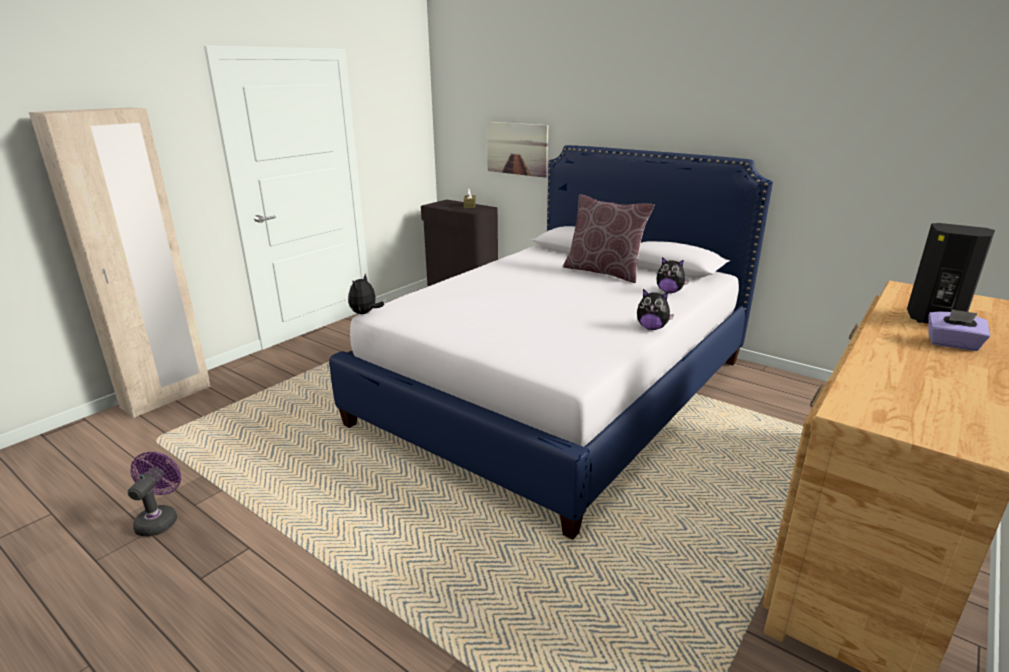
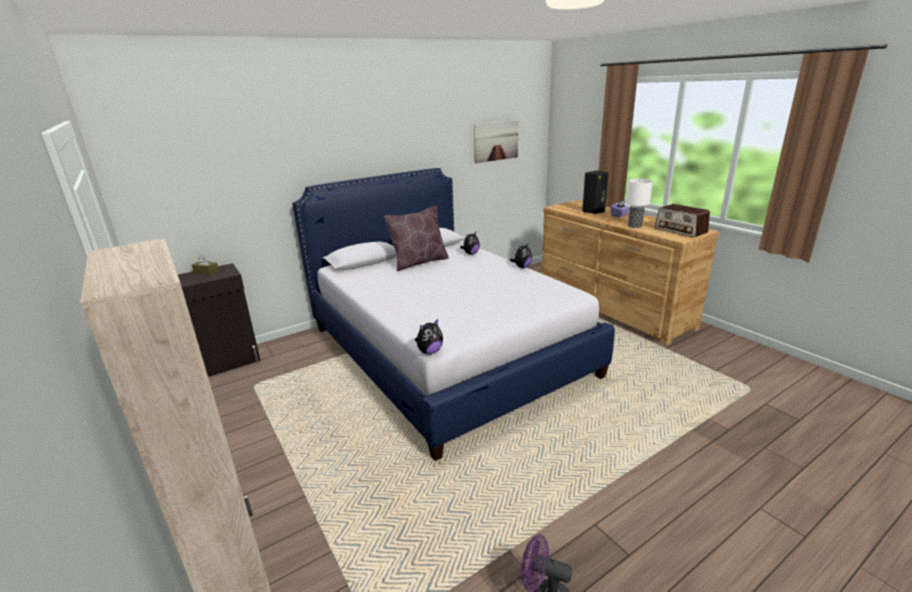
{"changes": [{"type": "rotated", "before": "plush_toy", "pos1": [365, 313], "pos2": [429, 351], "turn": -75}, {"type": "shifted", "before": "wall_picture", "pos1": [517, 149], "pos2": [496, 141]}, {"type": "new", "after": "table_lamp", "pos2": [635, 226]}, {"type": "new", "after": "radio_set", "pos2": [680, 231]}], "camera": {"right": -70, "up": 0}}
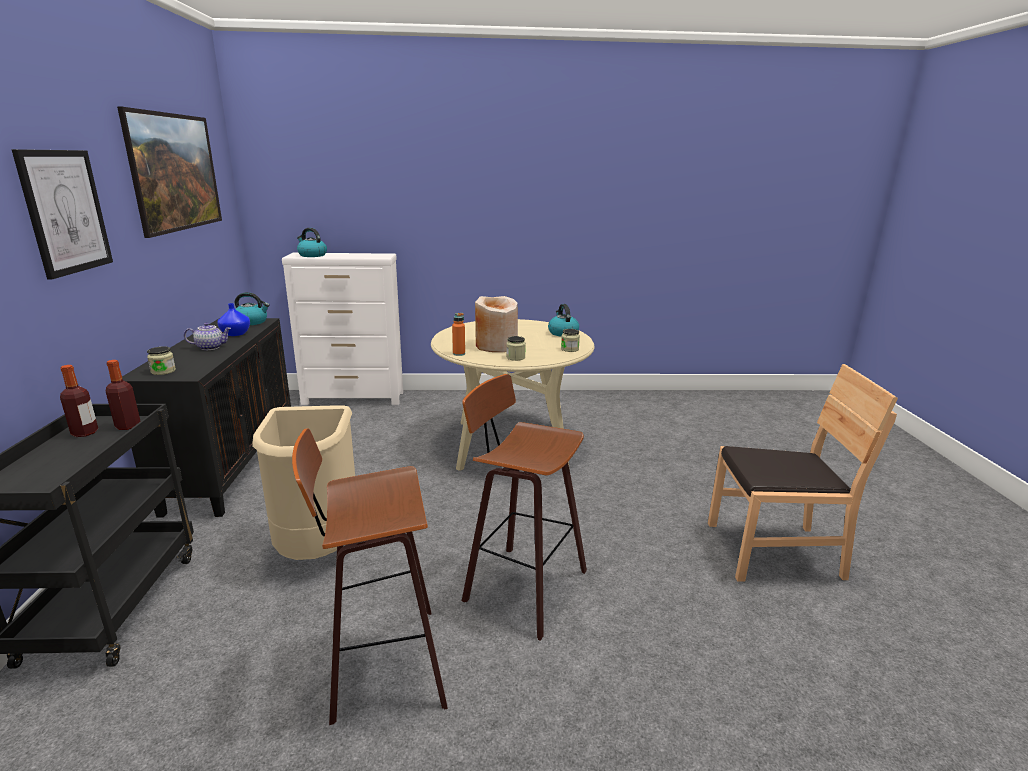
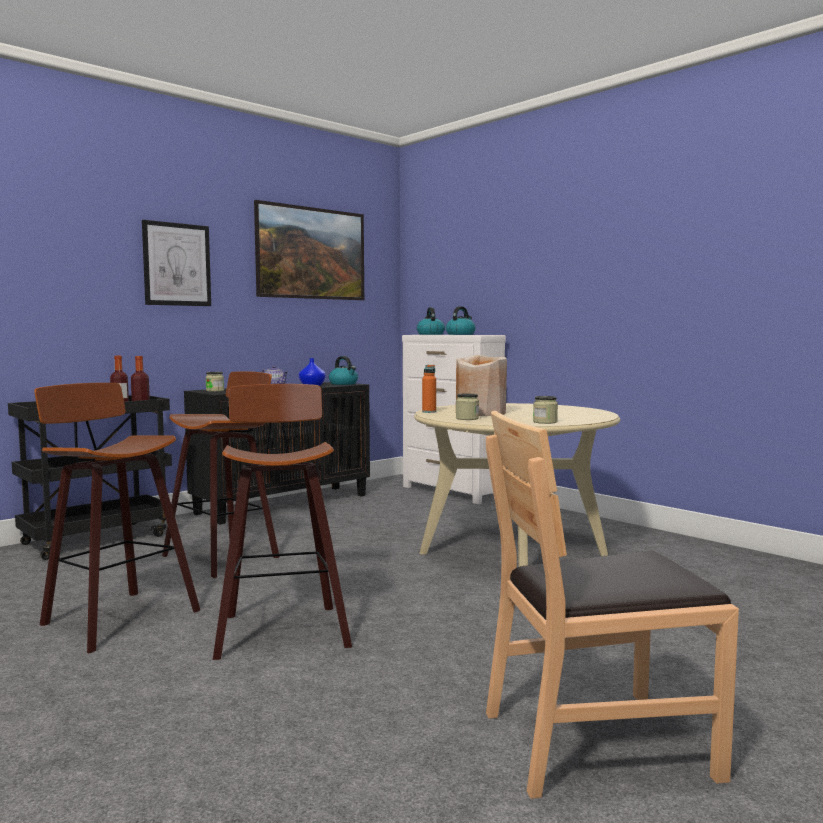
{"changes": [{"type": "swapped", "before": "beige_waste_bin", "after": "stool", "pos1": [318, 548], "pos2": [225, 556]}, {"type": "shifted", "before": "kettle", "pos1": [562, 333], "pos2": [460, 334]}, {"type": "rotated", "before": "brown_upright_chair", "pos1": [773, 551], "pos2": [597, 742], "turn": 120}], "camera": {"right": 50, "up": -15}}
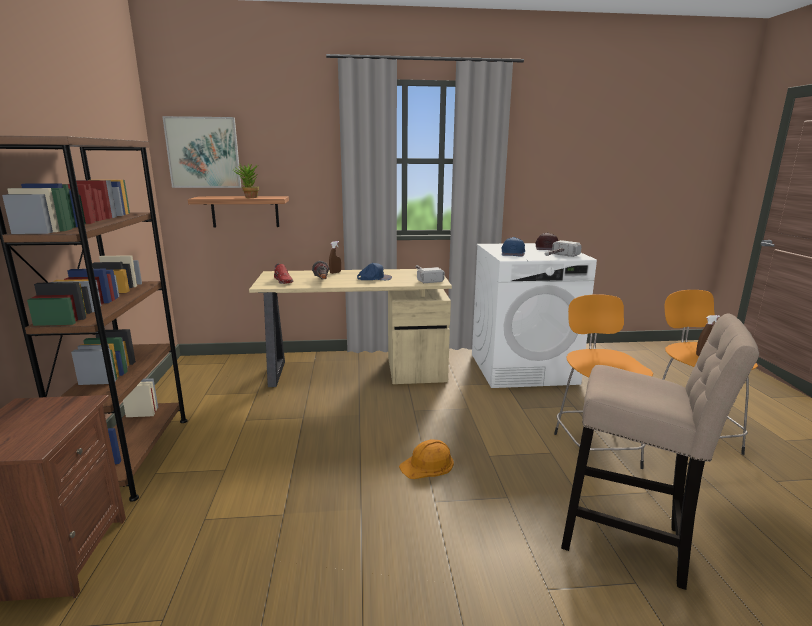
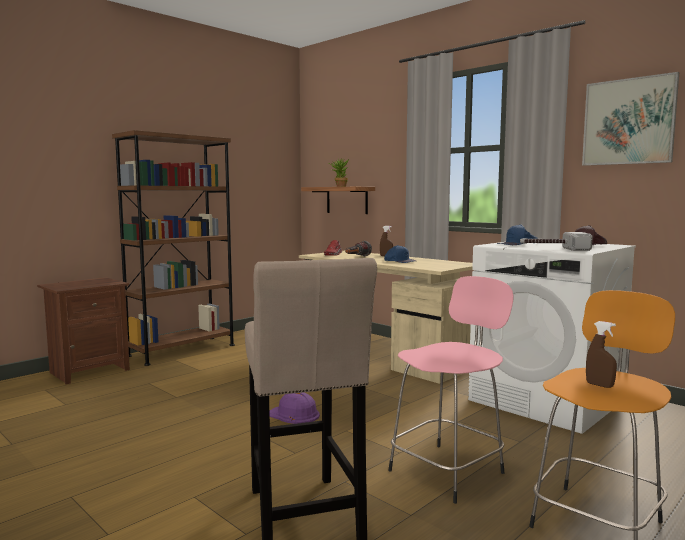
{"changes": [{"type": "repainted", "before": "orange-coloured_safety_helmet", "after": "purplish_safety_helmet", "pos1": [427, 465], "pos2": [294, 414]}, {"type": "repainted", "before": "orange-coloured_stool", "after": "pinkish_stool", "pos1": [594, 448], "pos2": [449, 470]}, {"type": "shifted", "before": "wall_picture", "pos1": [203, 152], "pos2": [628, 121]}, {"type": "gone", "before": "hammer", "pos1": [424, 277]}], "camera": {"right": 50, "up": -10}}
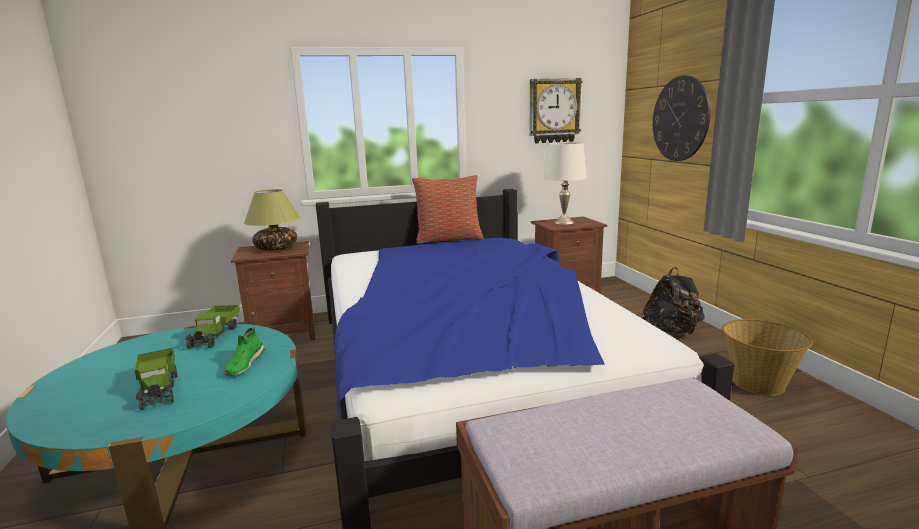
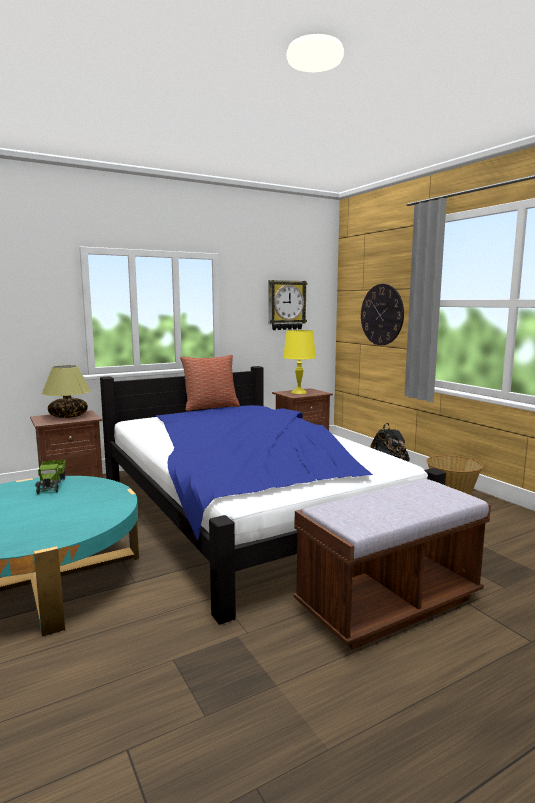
{"changes": [{"type": "repainted", "before": "white_table_lamp", "after": "yellowish_table_lamp", "pos1": [564, 222], "pos2": [299, 392]}, {"type": "gone", "before": "model_truck", "pos1": [159, 388]}, {"type": "gone", "before": "greenish_low_shoe", "pos1": [244, 364]}], "camera": {"right": -15, "up": -5}}
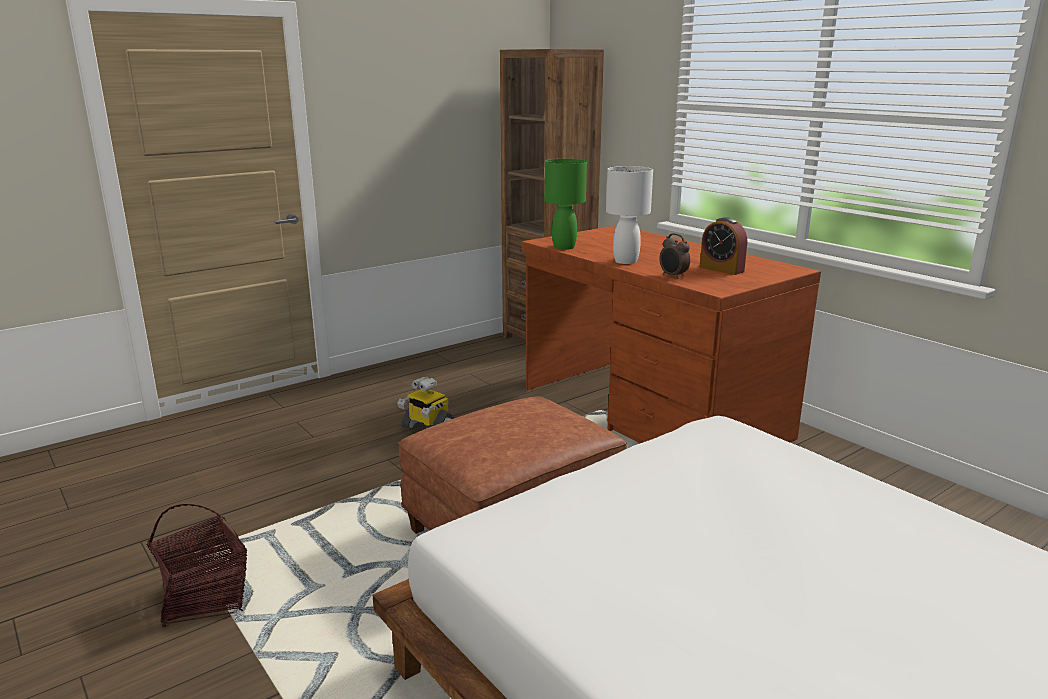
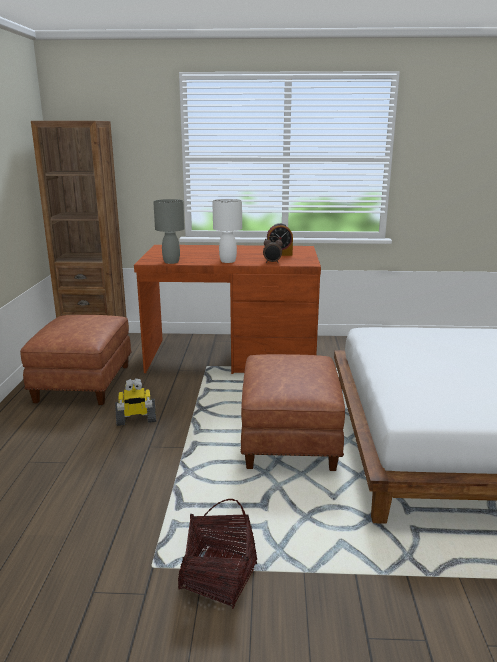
{"changes": [{"type": "new", "after": "brown_footrest", "pos2": [83, 383]}, {"type": "repainted", "before": "greenish_table_lamp", "after": "greyish_table_lamp", "pos1": [563, 247], "pos2": [171, 262]}], "camera": {"right": -50, "up": 0}}
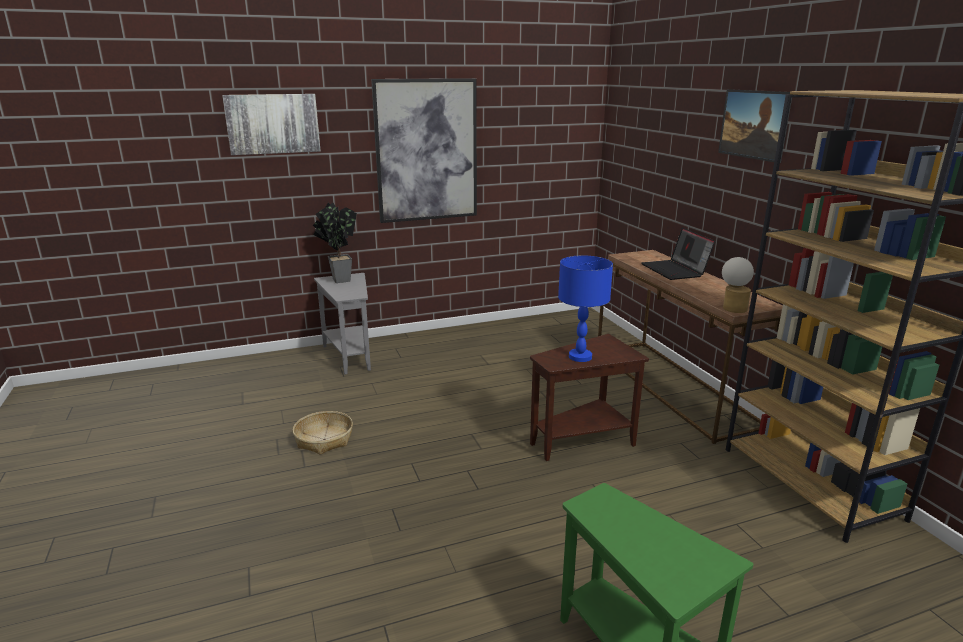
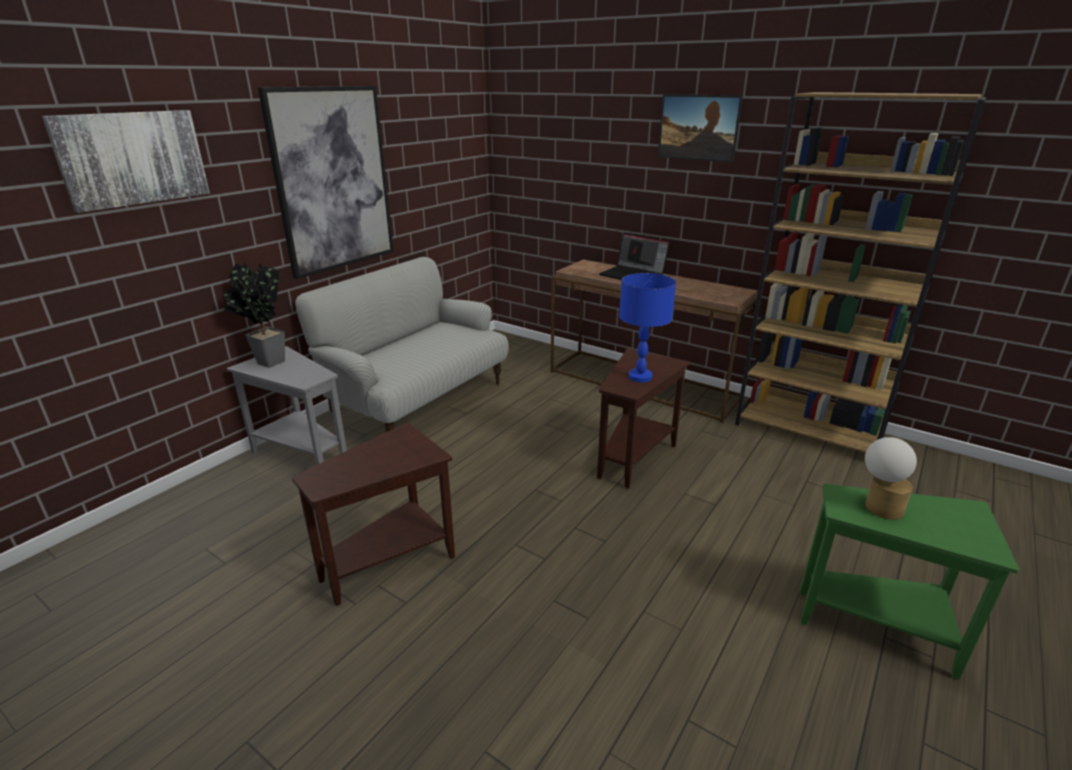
{"changes": [{"type": "swapped", "before": "storage_basket", "after": "brown_side_table", "pos1": [324, 439], "pos2": [390, 561]}, {"type": "new", "after": "settee", "pos2": [418, 401]}, {"type": "shifted", "before": "table_lamp", "pos1": [733, 307], "pos2": [878, 506]}], "camera": {"right": -35, "up": 5}}
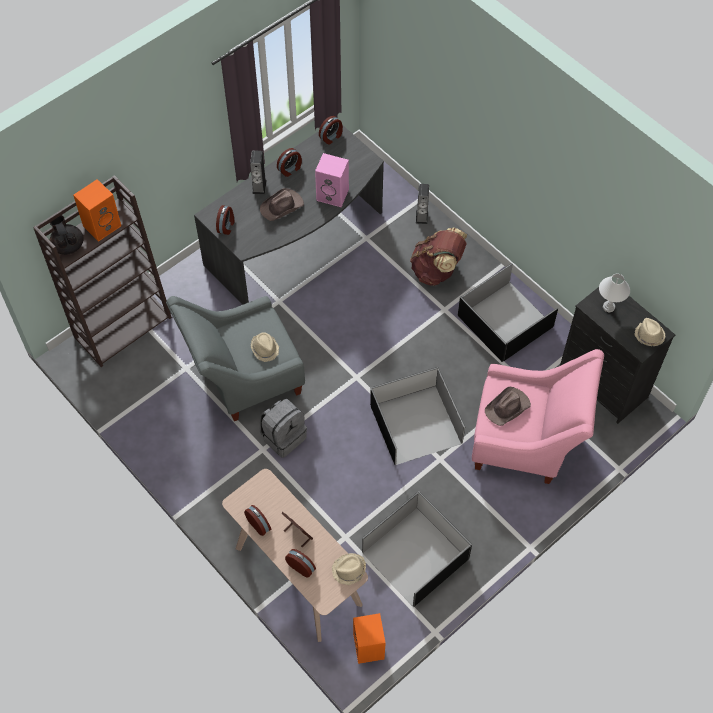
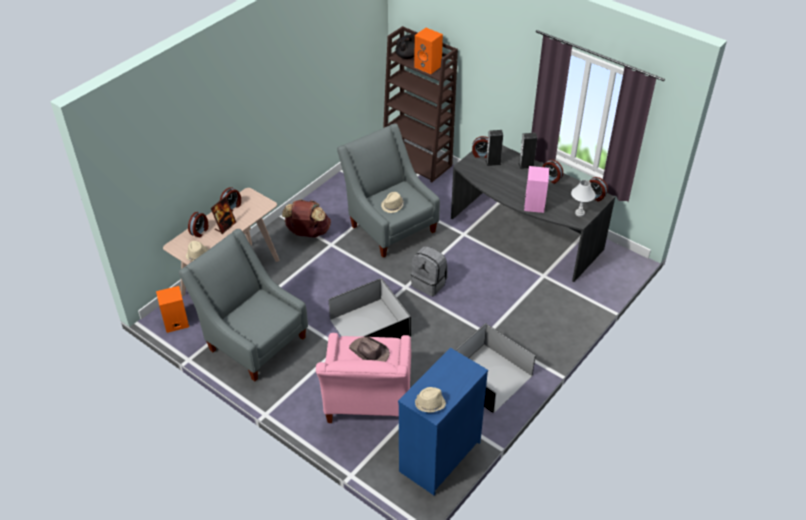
{"changes": [{"type": "swapped", "before": "blackish_storage_container", "after": "greyish_armchair", "pos1": [414, 554], "pos2": [252, 340]}, {"type": "shifted", "before": "brown_rucksack", "pos1": [437, 270], "pos2": [308, 233]}, {"type": "repainted", "before": "blackish_chest_of_drawers", "after": "bluish_chest_of_drawers", "pos1": [602, 384], "pos2": [439, 456]}, {"type": "shifted", "before": "greyish_rucksack", "pos1": [283, 436], "pos2": [429, 283]}, {"type": "shifted", "before": "speaker", "pos1": [421, 216], "pos2": [493, 162]}, {"type": "shifted", "before": "white_table_lamp", "pos1": [608, 307], "pos2": [580, 213]}, {"type": "gone", "before": "brown_clothing_hat", "pos1": [282, 206]}], "camera": {"right": 80, "up": -15}}
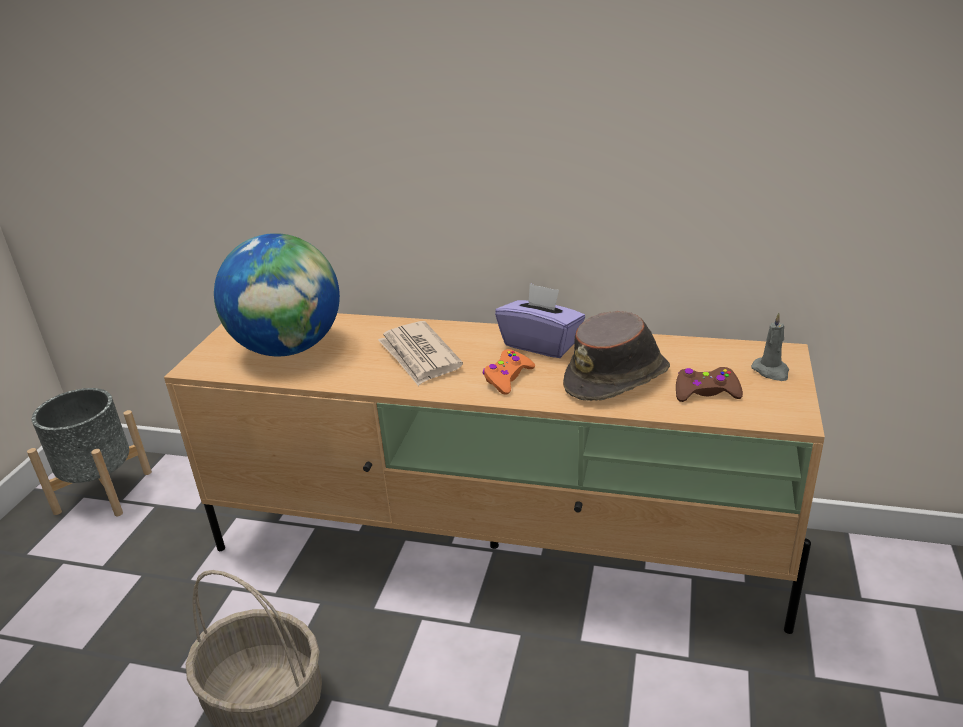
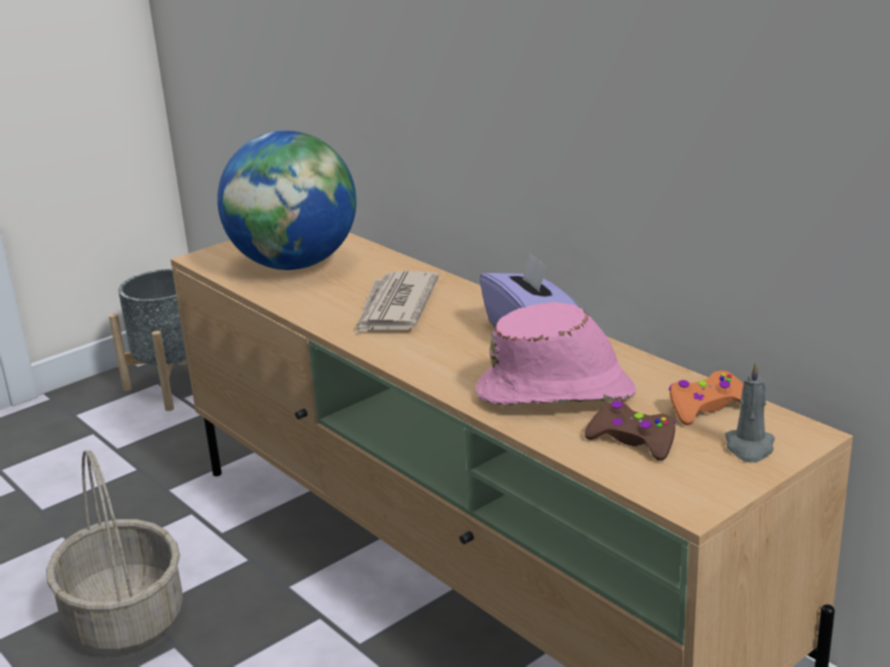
{"changes": [{"type": "repainted", "before": "brown_clothing_hat", "after": "pinkish_clothing_hat", "pos1": [618, 378], "pos2": [557, 393]}, {"type": "shifted", "before": "orange-coloured_game_controller", "pos1": [507, 378], "pos2": [707, 407]}], "camera": {"right": 35, "up": -5}}
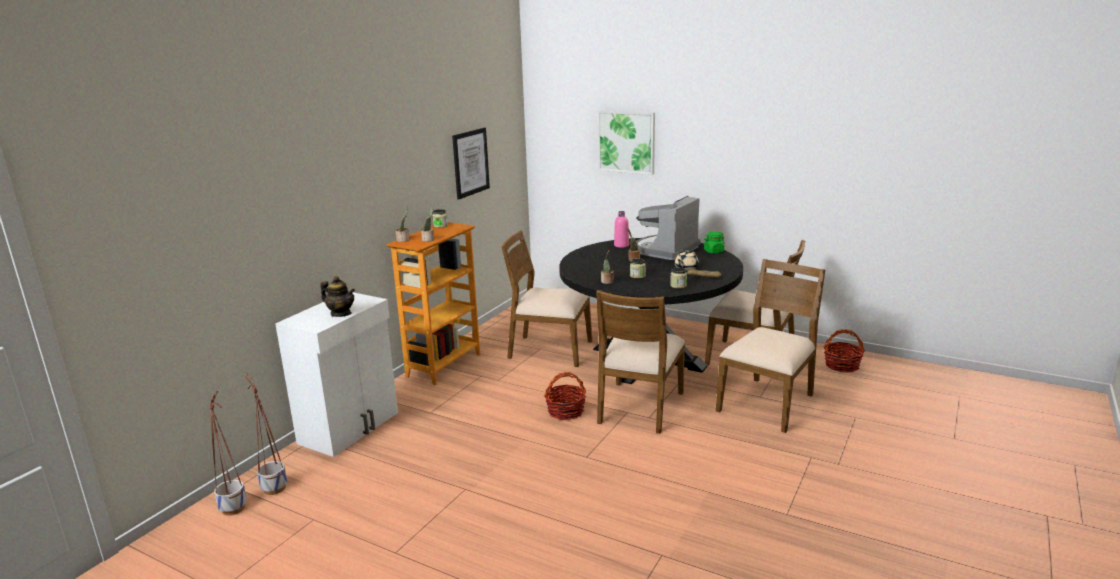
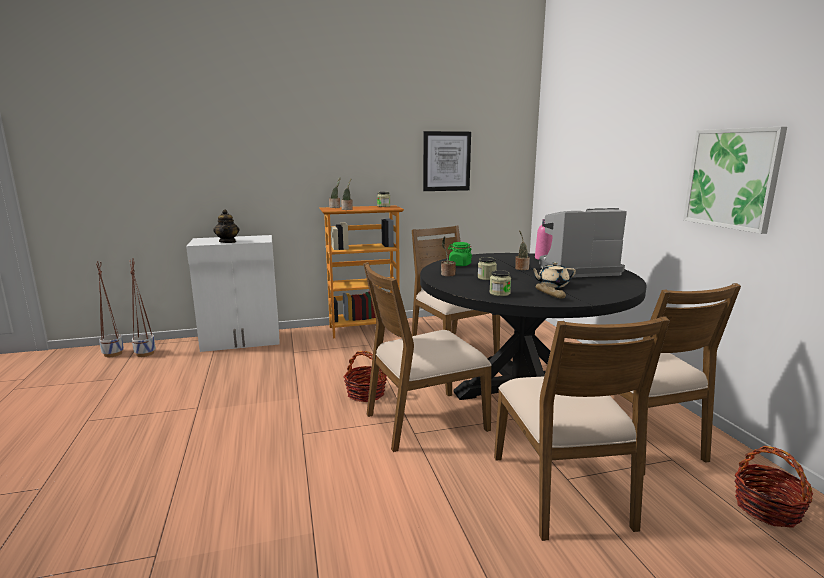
{"changes": [{"type": "shifted", "before": "greenish_storage_jar", "pos1": [713, 251], "pos2": [459, 265]}, {"type": "rotated", "before": "brown_upright_chair", "pos1": [767, 403], "pos2": [562, 490], "turn": 90}, {"type": "shifted", "before": "wall_picture", "pos1": [626, 142], "pos2": [732, 178]}], "camera": {"right": 45, "up": -5}}
